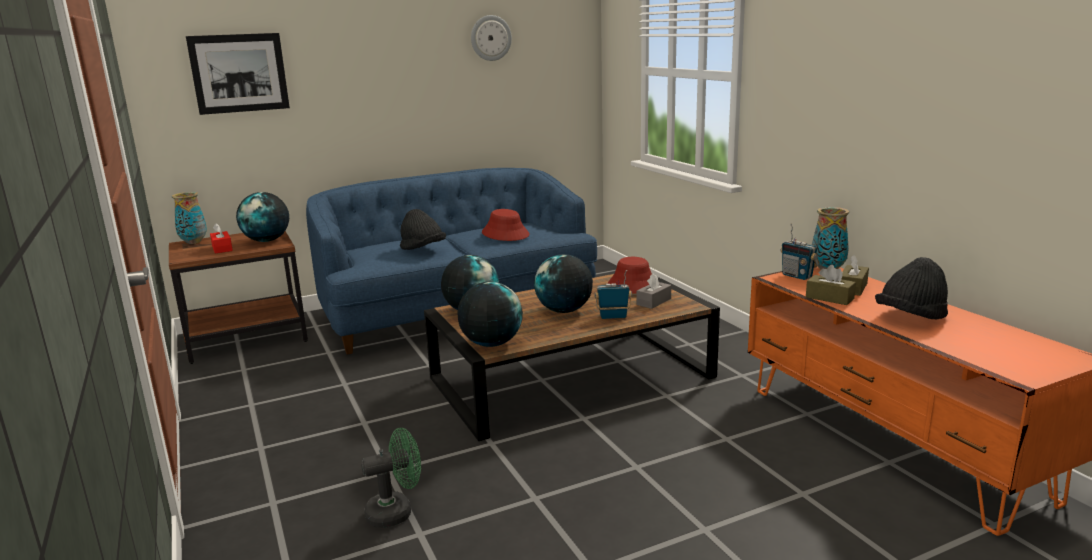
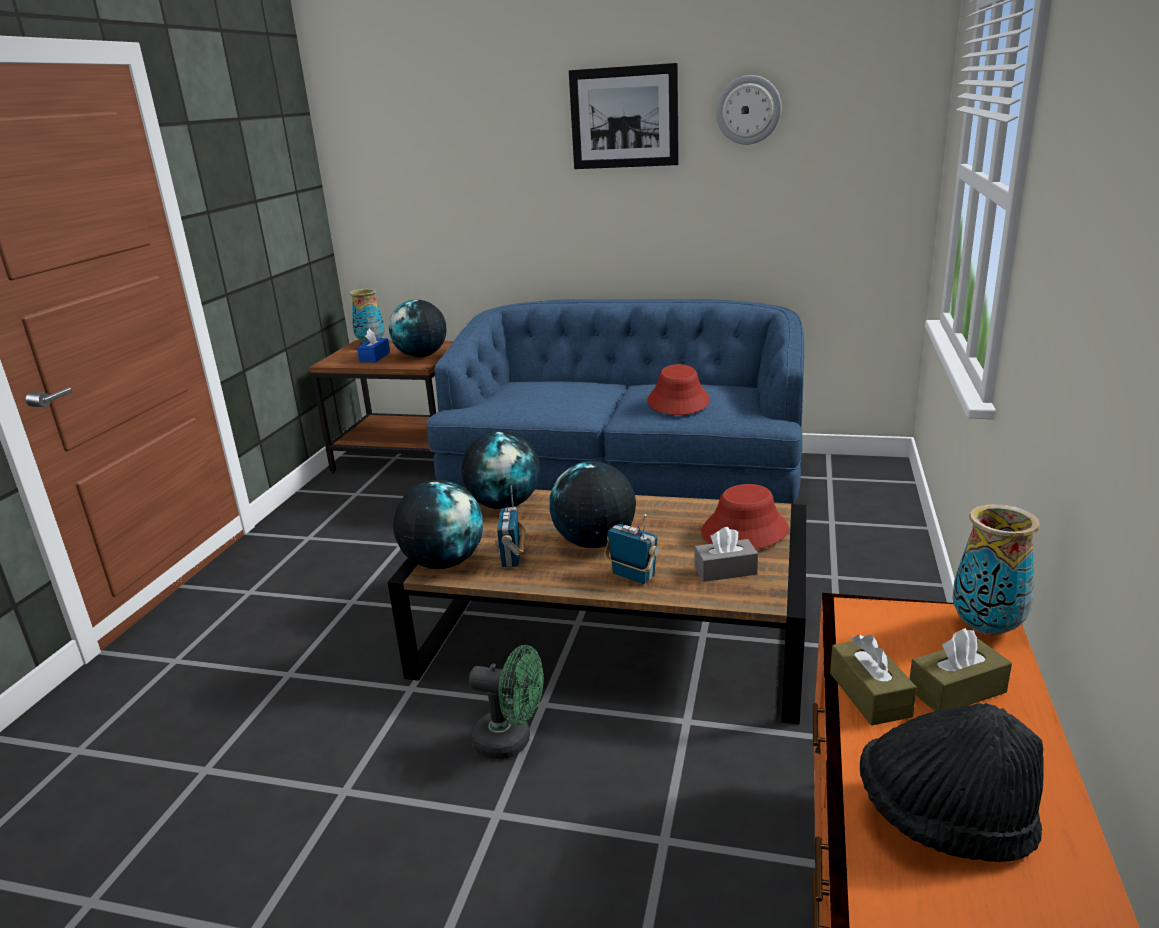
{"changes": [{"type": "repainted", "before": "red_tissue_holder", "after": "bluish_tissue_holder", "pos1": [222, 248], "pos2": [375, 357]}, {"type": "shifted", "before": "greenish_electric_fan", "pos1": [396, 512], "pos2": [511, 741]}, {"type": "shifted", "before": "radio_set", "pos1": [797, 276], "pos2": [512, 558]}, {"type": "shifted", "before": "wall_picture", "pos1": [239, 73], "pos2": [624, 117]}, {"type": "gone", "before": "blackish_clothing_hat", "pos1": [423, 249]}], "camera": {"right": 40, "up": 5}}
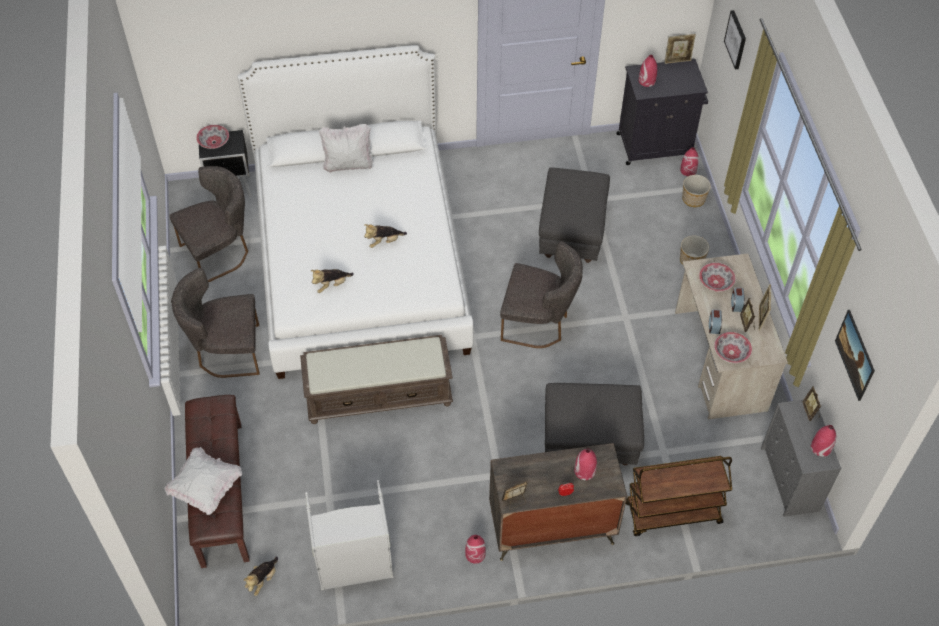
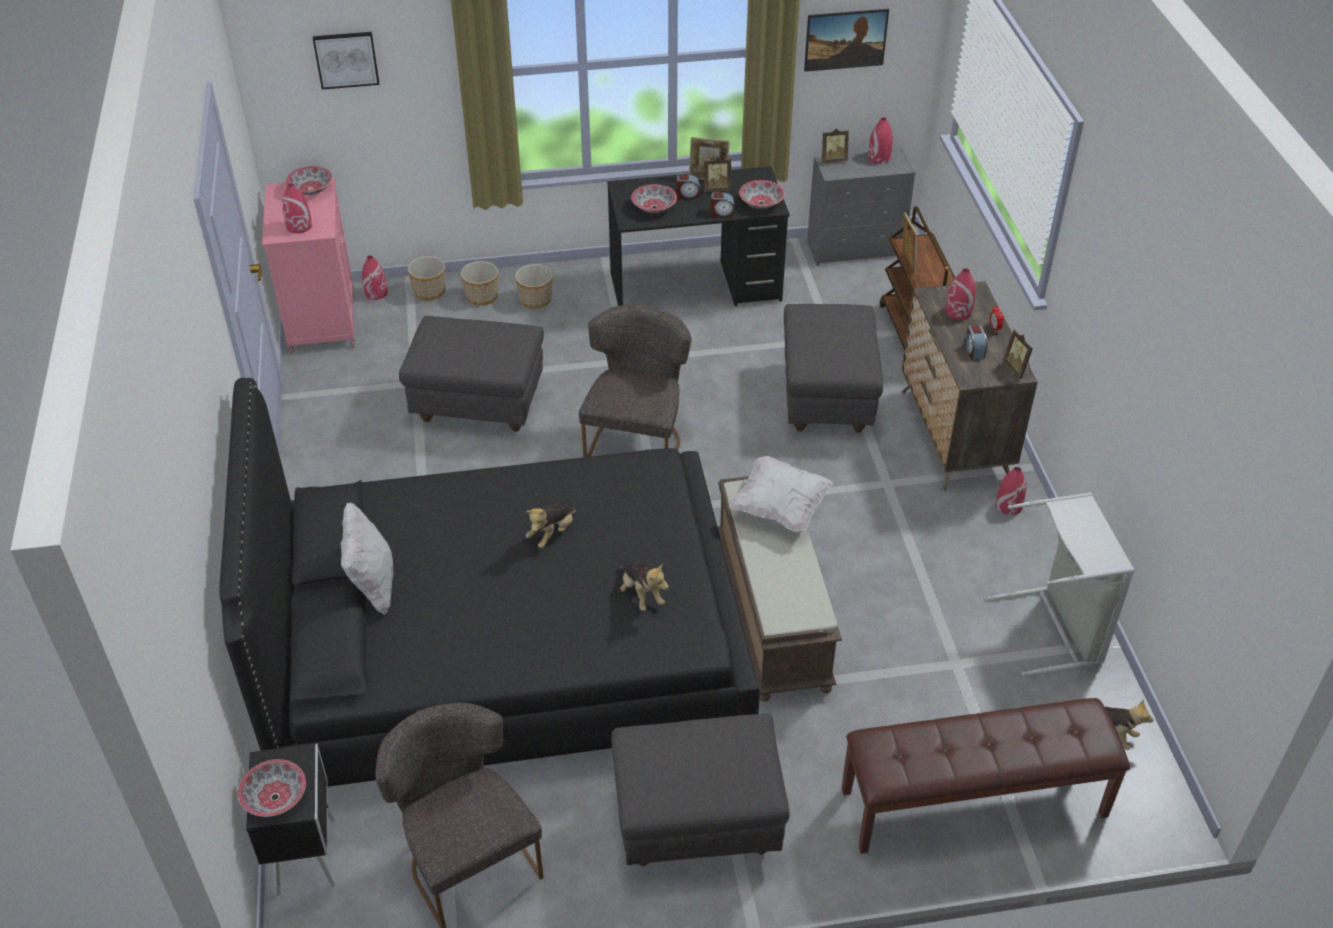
{"changes": [{"type": "repainted", "before": "white_sleeping_bed", "after": "blackish_sleeping_bed", "pos1": [359, 260], "pos2": [505, 647]}, {"type": "repainted", "before": "blackish_storage_cabinet", "after": "pinkish_storage_cabinet", "pos1": [656, 145], "pos2": [322, 319]}, {"type": "new", "after": "deep_dish", "pos2": [311, 189]}, {"type": "new", "after": "planter", "pos2": [481, 296]}, {"type": "rotated", "before": "plush_toy", "pos1": [384, 241], "pos2": [552, 533], "turn": 60}, {"type": "repainted", "before": "beige_desk_unit", "after": "blackish_desk_unit", "pos1": [719, 361], "pos2": [695, 287]}, {"type": "swapped", "before": "greyish_upright_chair", "after": "greyish_footrest", "pos1": [226, 352], "pos2": [696, 825]}, {"type": "shifted", "before": "white_pillow", "pos1": [205, 487], "pos2": [779, 508]}, {"type": "shifted", "before": "standing_frame", "pos1": [677, 61], "pos2": [907, 262]}, {"type": "new", "after": "bedside_clock", "pos2": [974, 350]}], "camera": {"right": -90, "up": -10}}
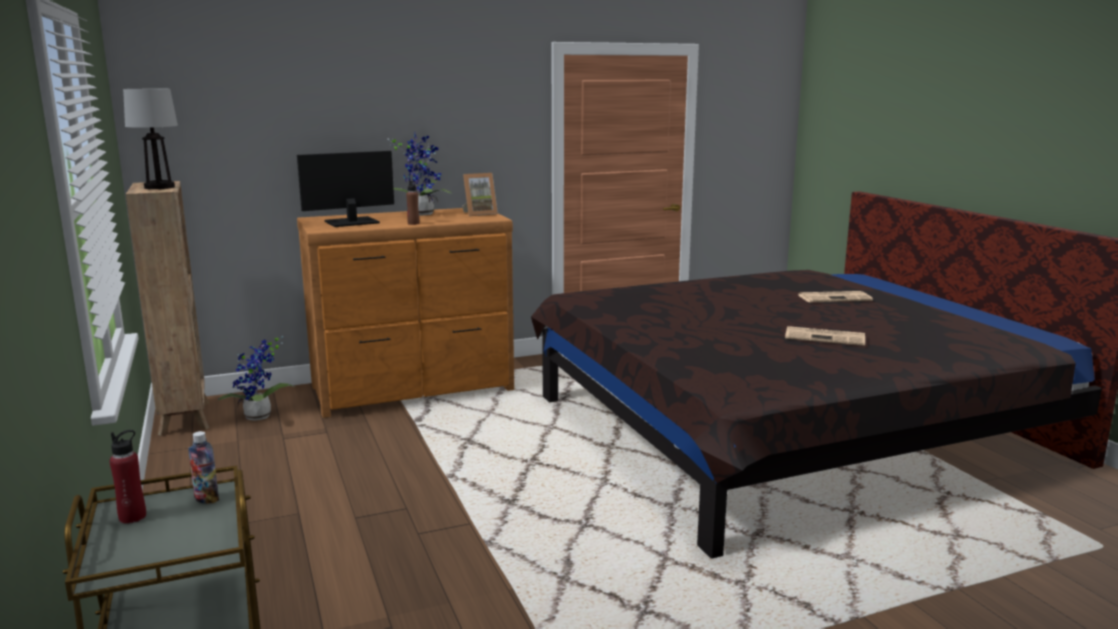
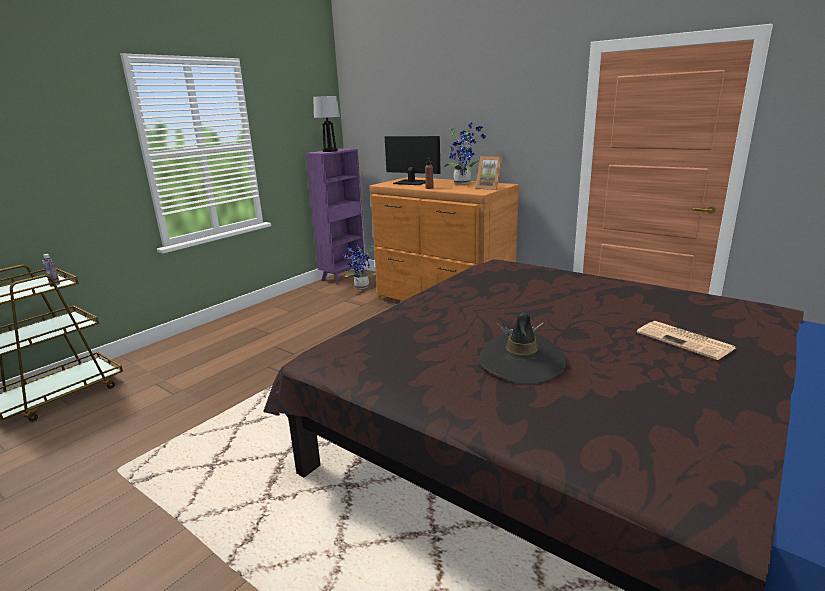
{"changes": [{"type": "repainted", "before": "brown_bookcase", "after": "purplish_bookcase", "pos1": [185, 418], "pos2": [344, 277]}, {"type": "swapped", "before": "printed_paper", "after": "blackish_clothing_hat", "pos1": [826, 337], "pos2": [522, 362]}, {"type": "gone", "before": "red_beverage_bottle", "pos1": [132, 517]}], "camera": {"right": 60, "up": 5}}
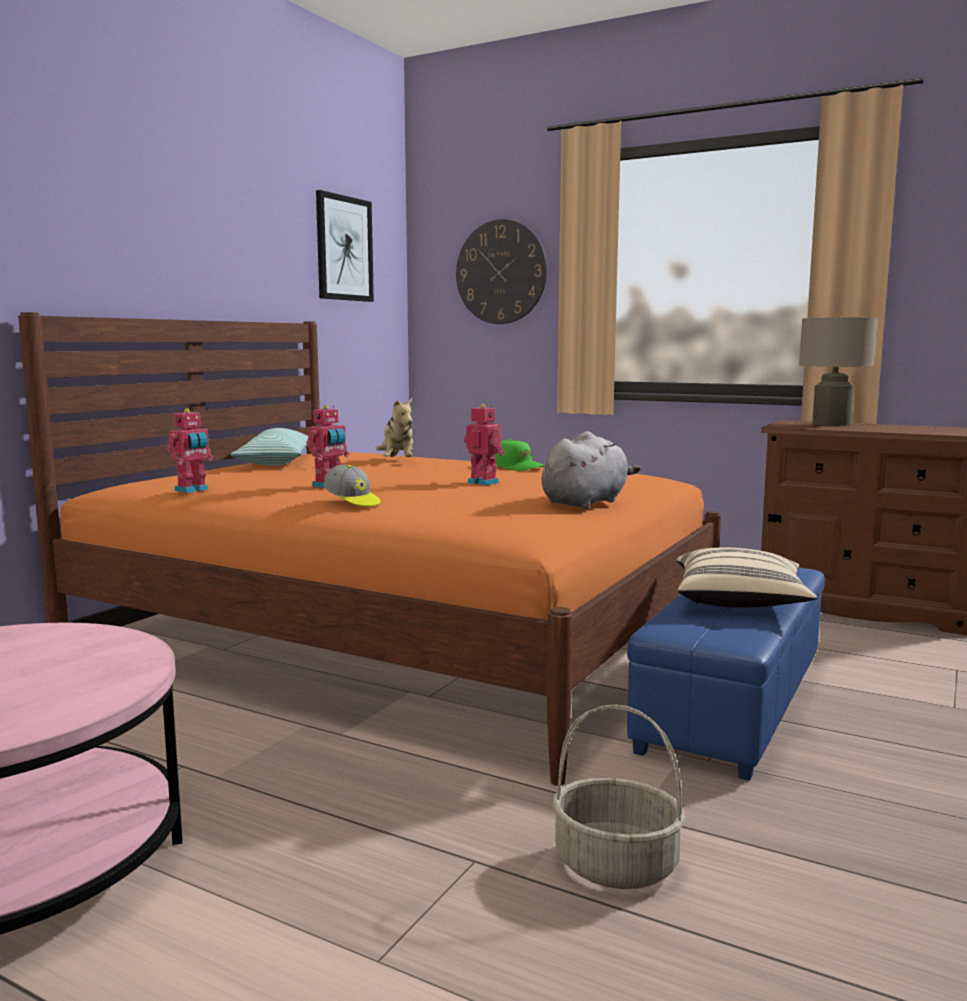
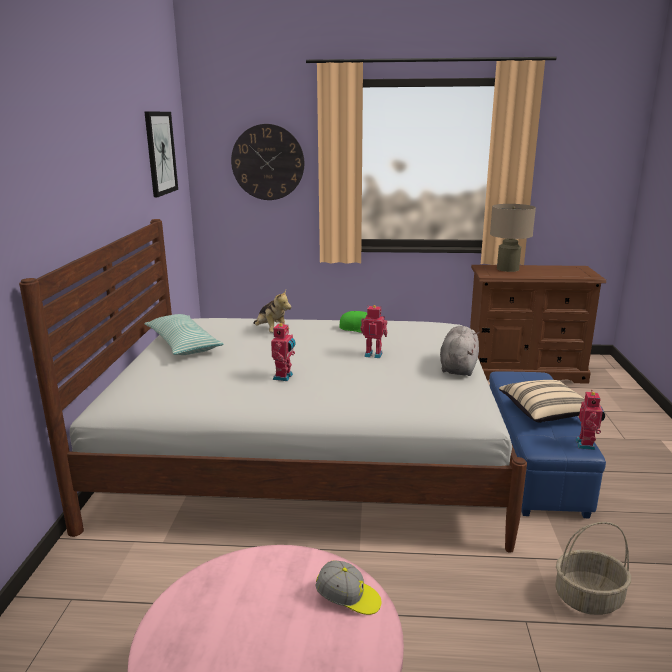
{"changes": [{"type": "repainted", "before": "orange-coloured_sleeping_bed", "after": "white_sleeping_bed", "pos1": [399, 638], "pos2": [306, 456]}, {"type": "shifted", "before": "cap", "pos1": [352, 502], "pos2": [348, 599]}, {"type": "shifted", "before": "model_robot", "pos1": [193, 490], "pos2": [587, 444]}], "camera": {"right": -25, "up": 10}}
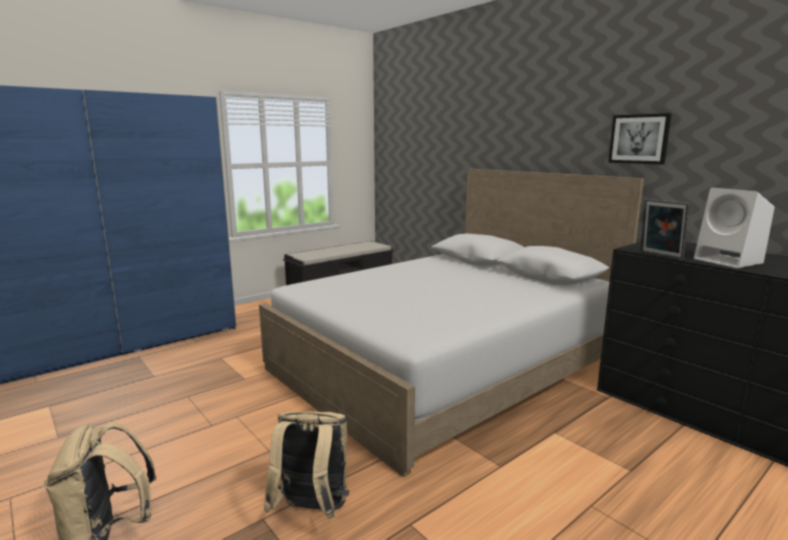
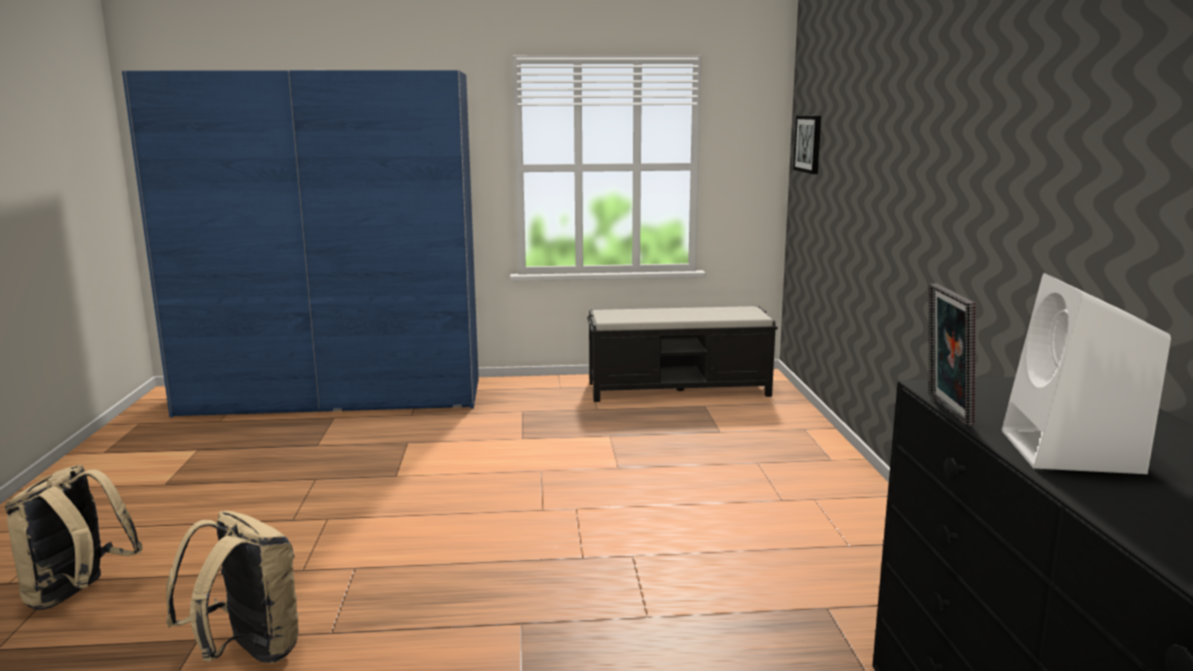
{"changes": [{"type": "shifted", "before": "wall_picture", "pos1": [639, 139], "pos2": [809, 144]}, {"type": "gone", "before": "white_sleeping_bed", "pos1": [446, 363]}], "camera": {"right": 35, "up": 0}}
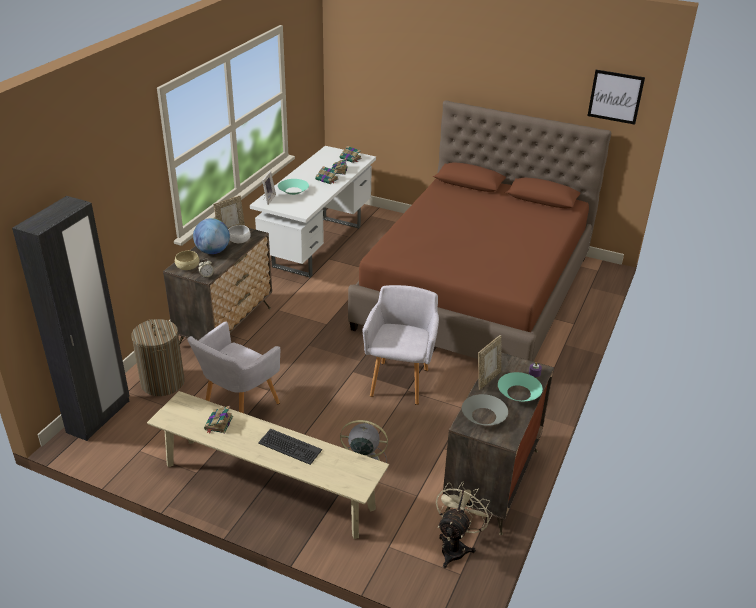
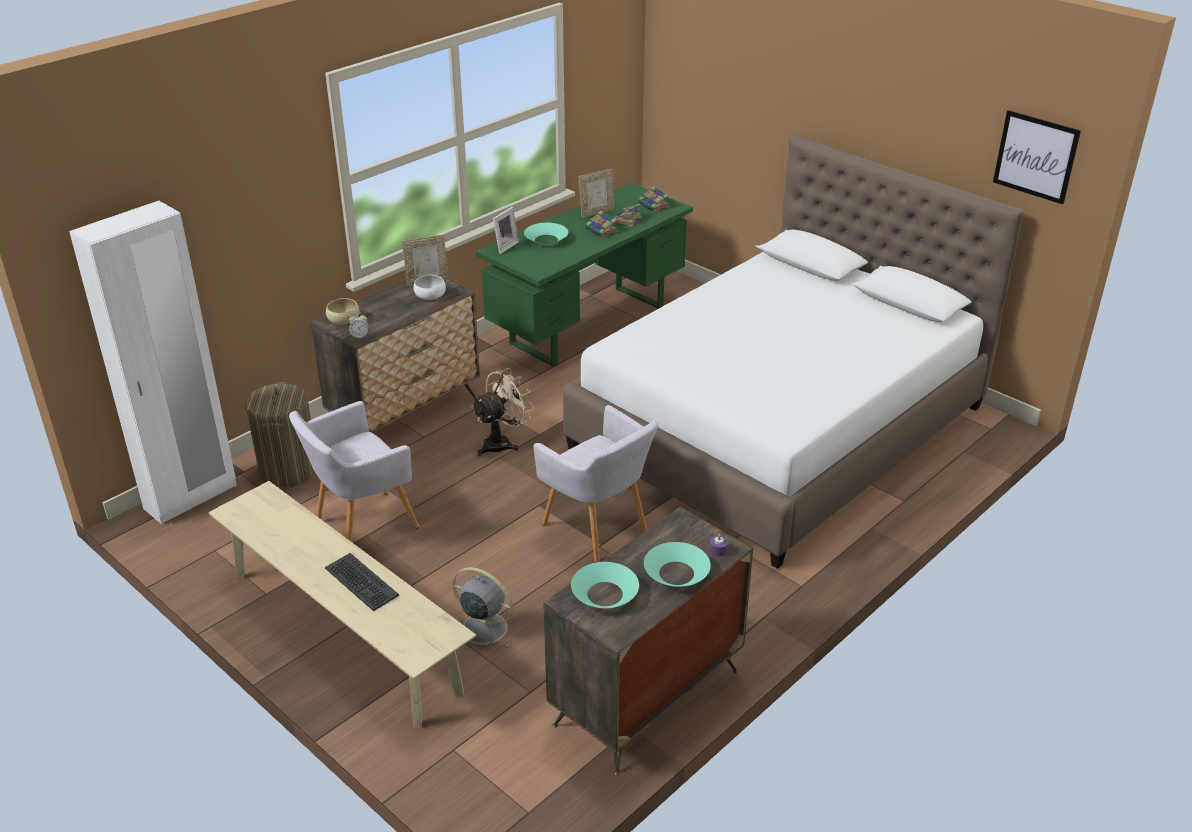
{"changes": [{"type": "repainted", "before": "blackish_wardrobe", "after": "white_wardrobe", "pos1": [99, 417], "pos2": [191, 497]}, {"type": "shifted", "before": "beige_electric_fan", "pos1": [456, 546], "pos2": [502, 443]}, {"type": "repainted", "before": "white_desk_unit", "after": "greenish_desk_unit", "pos1": [317, 246], "pos2": [587, 324]}, {"type": "rotated", "before": "greyish_armchair", "pos1": [400, 380], "pos2": [598, 530], "turn": 105}, {"type": "repainted", "before": "brown_sleeping_bed", "after": "white_sleeping_bed", "pos1": [476, 292], "pos2": [779, 427]}, {"type": "repainted", "before": "greyish_deep_dish", "after": "turquoise-coloured_deep_dish", "pos1": [484, 416], "pos2": [605, 594]}, {"type": "shifted", "before": "standing_frame", "pos1": [487, 379], "pos2": [596, 213]}, {"type": "gone", "before": "globe", "pos1": [213, 251]}, {"type": "gone", "before": "book", "pos1": [218, 423]}], "camera": {"right": 20, "up": 0}}
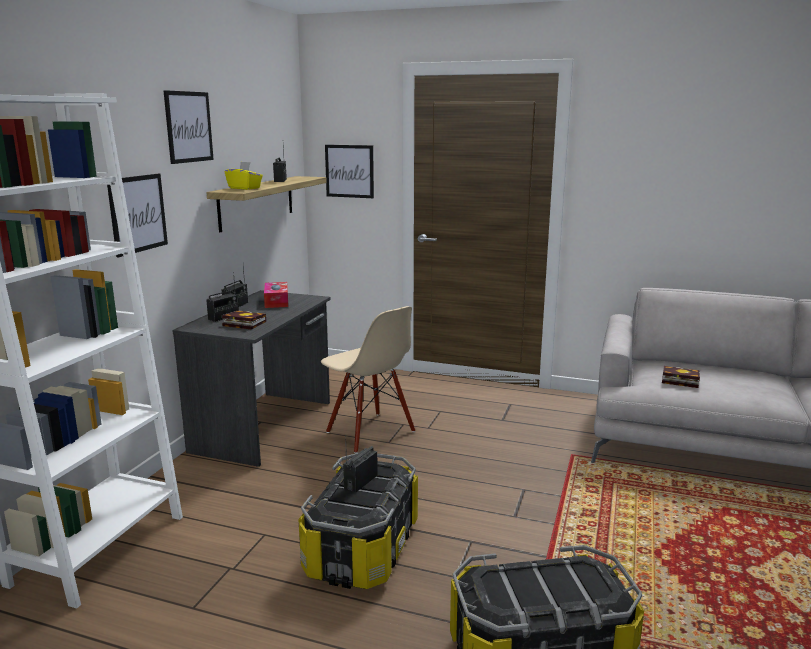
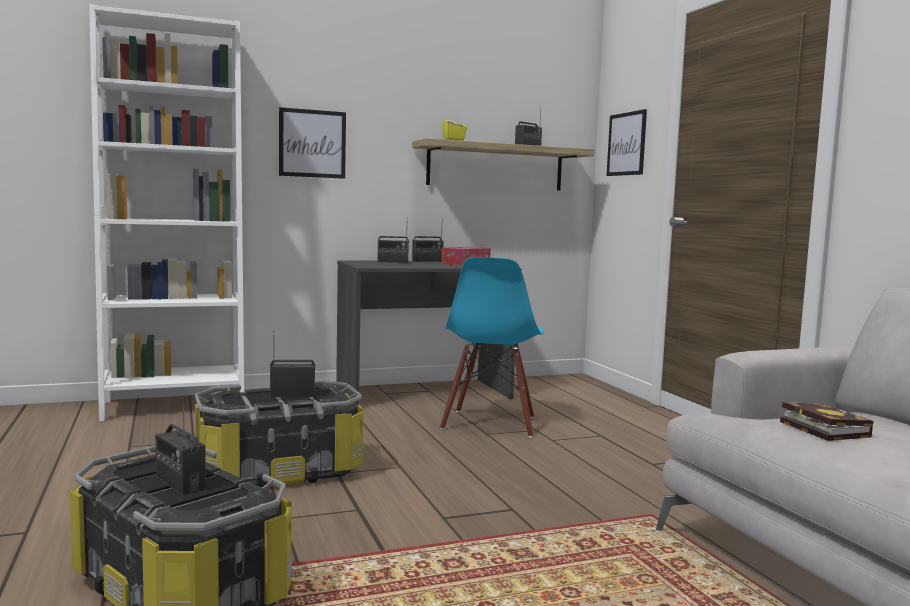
{"changes": [{"type": "new", "after": "radio_set", "pos2": [180, 483]}, {"type": "repainted", "before": "beige_upright_chair", "after": "bluish_upright_chair", "pos1": [369, 432], "pos2": [490, 423]}, {"type": "gone", "before": "wall_picture", "pos1": [188, 127]}, {"type": "gone", "before": "book", "pos1": [242, 323]}], "camera": {"right": 50, "up": -10}}
